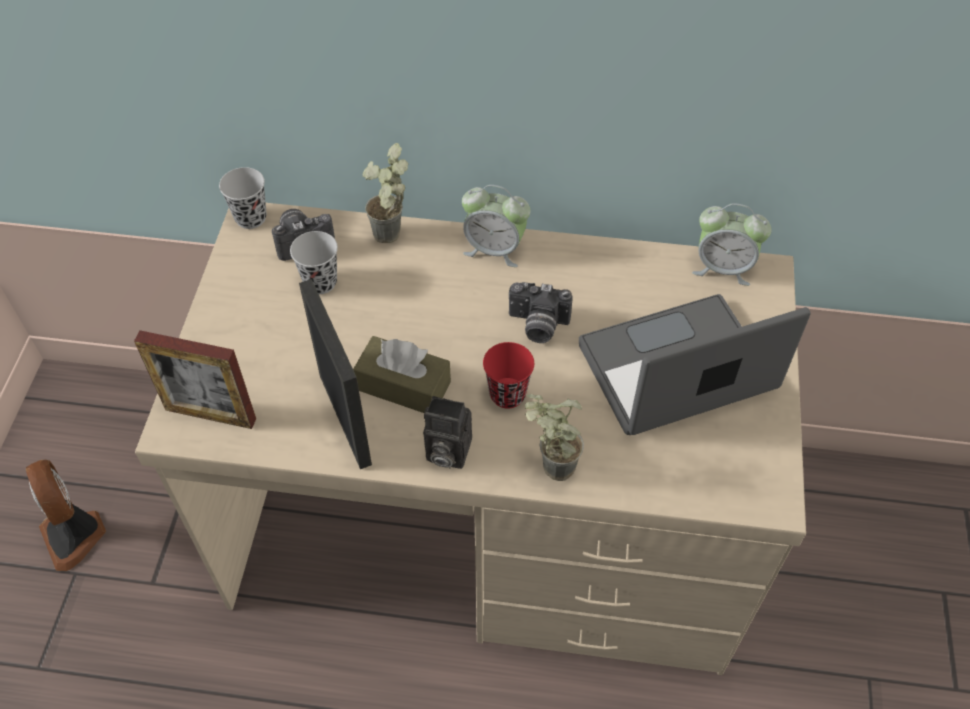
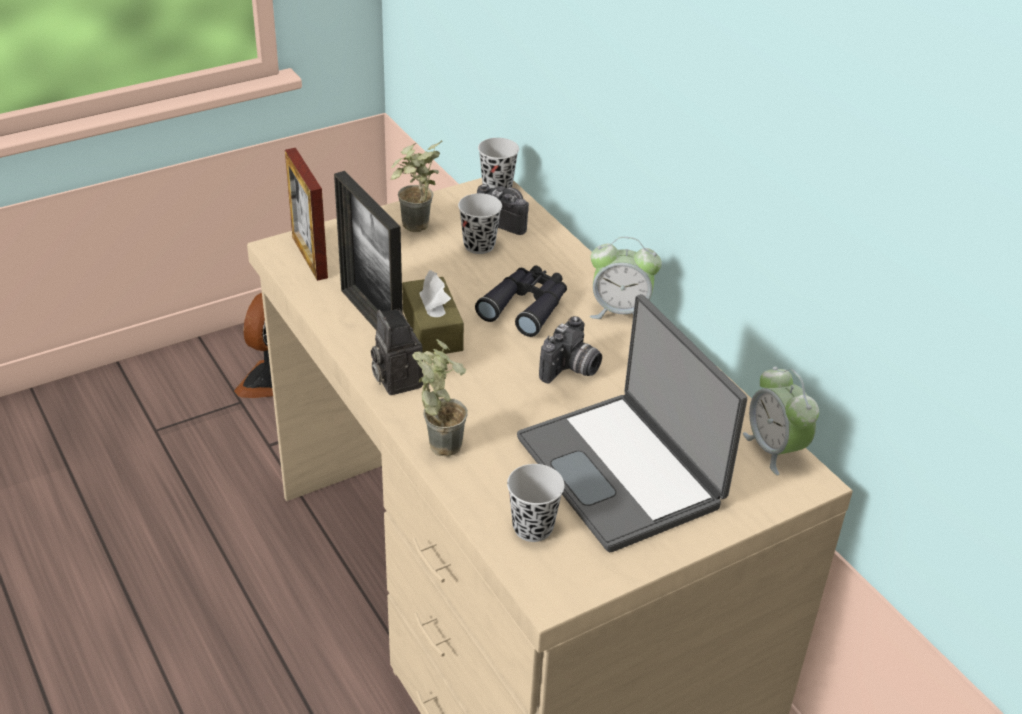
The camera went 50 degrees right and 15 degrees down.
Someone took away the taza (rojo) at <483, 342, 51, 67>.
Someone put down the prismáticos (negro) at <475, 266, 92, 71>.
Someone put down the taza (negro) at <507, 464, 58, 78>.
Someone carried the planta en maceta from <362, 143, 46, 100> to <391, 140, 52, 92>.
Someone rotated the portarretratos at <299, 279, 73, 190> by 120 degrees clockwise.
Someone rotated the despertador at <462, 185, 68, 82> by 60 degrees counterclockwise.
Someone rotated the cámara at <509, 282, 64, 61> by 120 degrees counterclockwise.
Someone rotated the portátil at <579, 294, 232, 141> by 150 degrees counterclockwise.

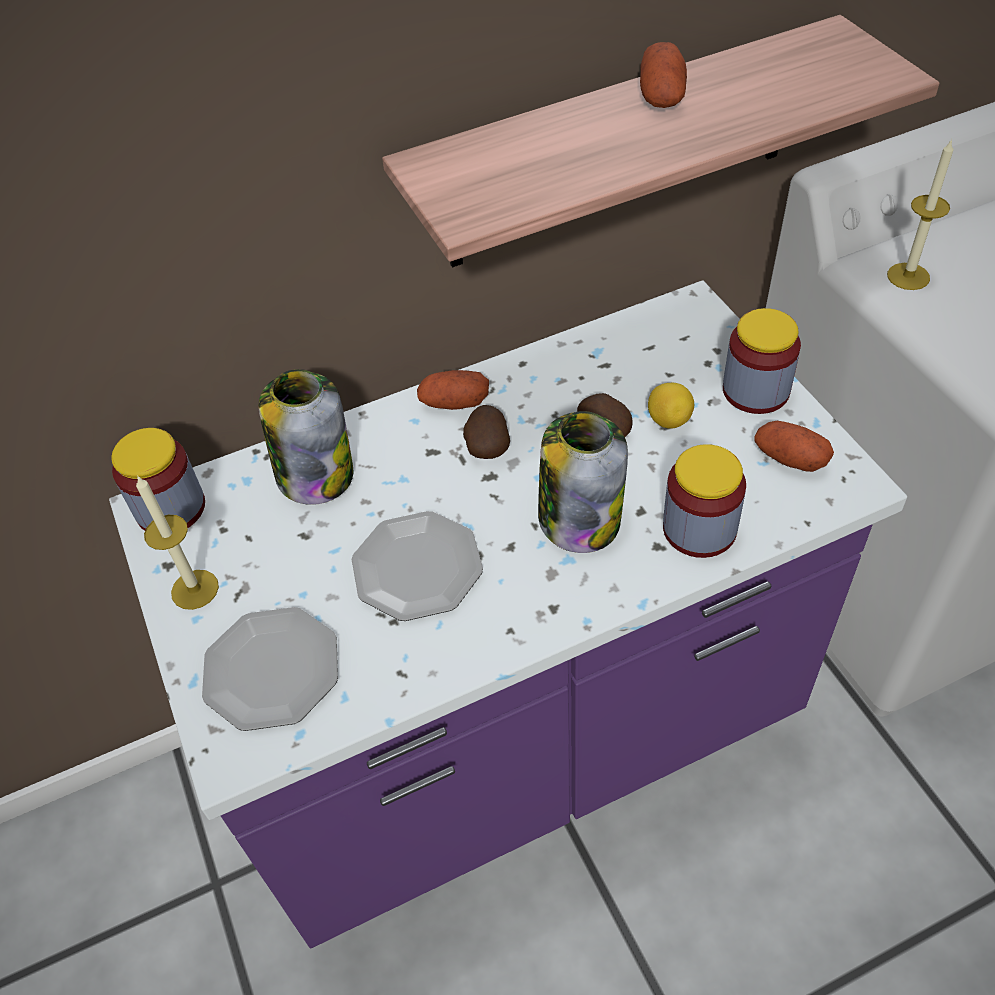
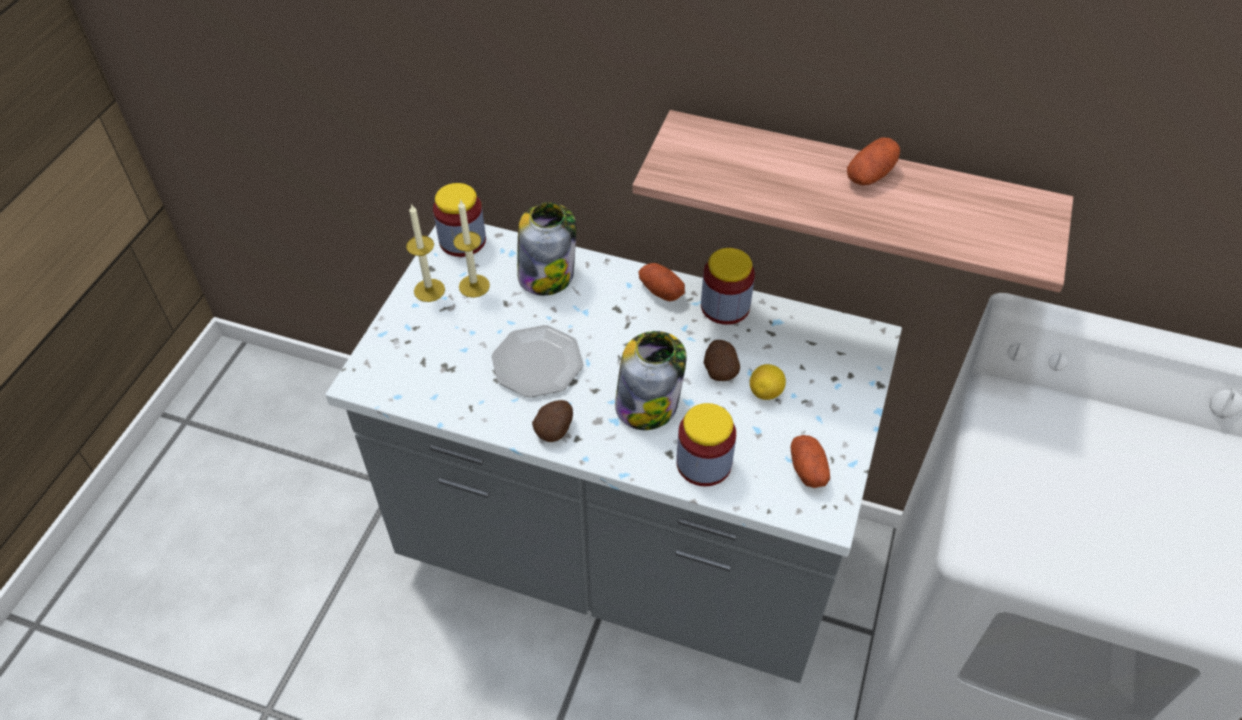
The camera went 40 degrees right and 0 degrees up.
Someone took away the plato at <202, 607, 136, 124>.
Someone carried the patata from <463, 405, 47, 54> to <532, 400, 41, 42>.
Someone carried the tarro from <723, 308, 78, 106> to <701, 248, 54, 77>.
Someone carried the vela from <887, 139, 66, 151> to <453, 200, 37, 98>.
Someone repainted the mueble bajo de cocina (morado) at <109, 280, 798, 669>, which became the mueble bajo de cocina (gris) at <325, 224, 577, 459>.

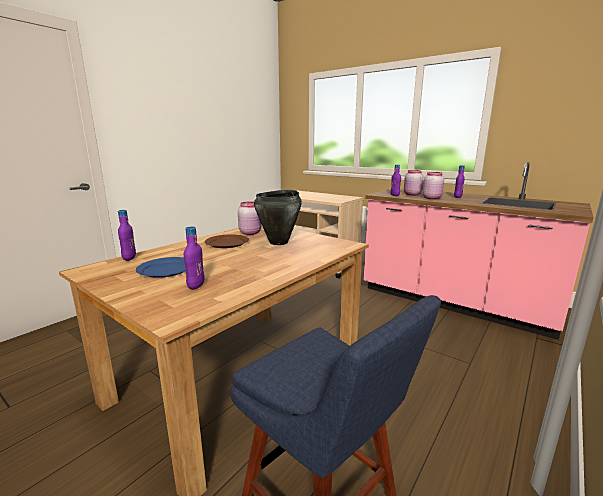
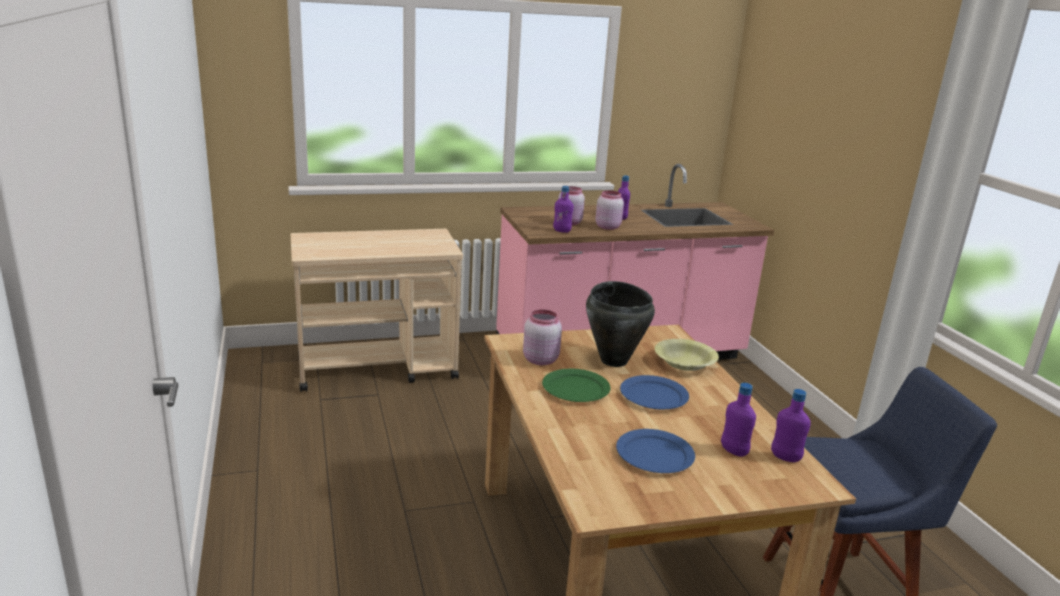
The camera went 55 degrees left and 5 degrees up.
Someone put down the plato (azul) at <620, 375, 69, 34>.
Someone put down the cuenco (amarillo) at <655, 339, 64, 32>.
Someone carried the botella (morado) from <118, 210, 18, 51> to <771, 389, 40, 73>.
Someone repainted the plato (marrón) at <205, 234, 44, 14>, which became the plato (verde) at <542, 369, 69, 33>.

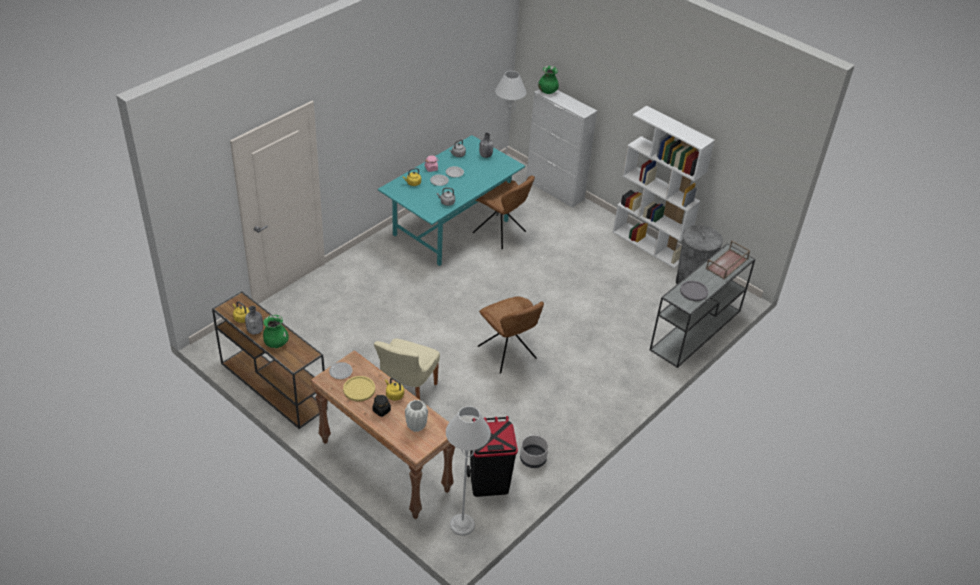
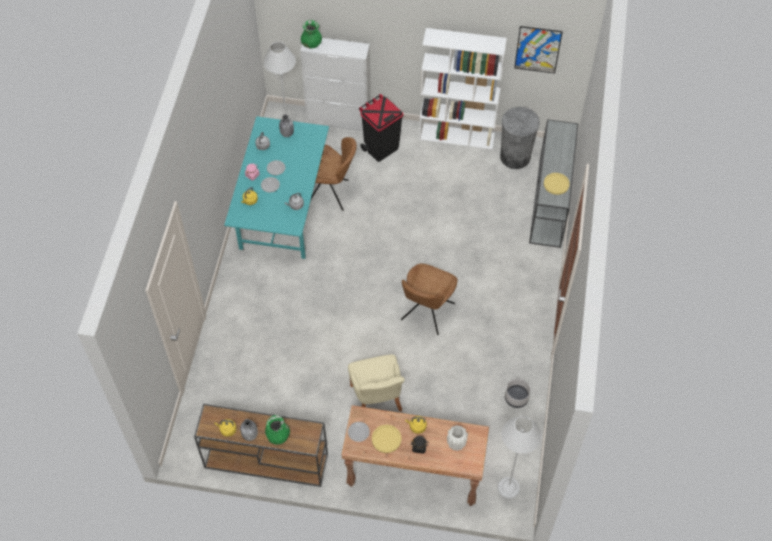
The camera went 30 degrees left and 15 degrees up.
Someone took away the bandeja (marrón) at <706, 241, 44, 38>.
Someone put up the cuadro at <514, 26, 49, 48>.
Someone carried the papelera (negro) from <467, 416, 51, 81> to <359, 94, 45, 68>.
Someone repainted the plato (gris) at <680, 281, 28, 20>, which became the plato (amarillo) at <544, 173, 26, 22>.
Someone rotated the silla (marrón) at <478, 296, 66, 78> by 90 degrees clockwise.

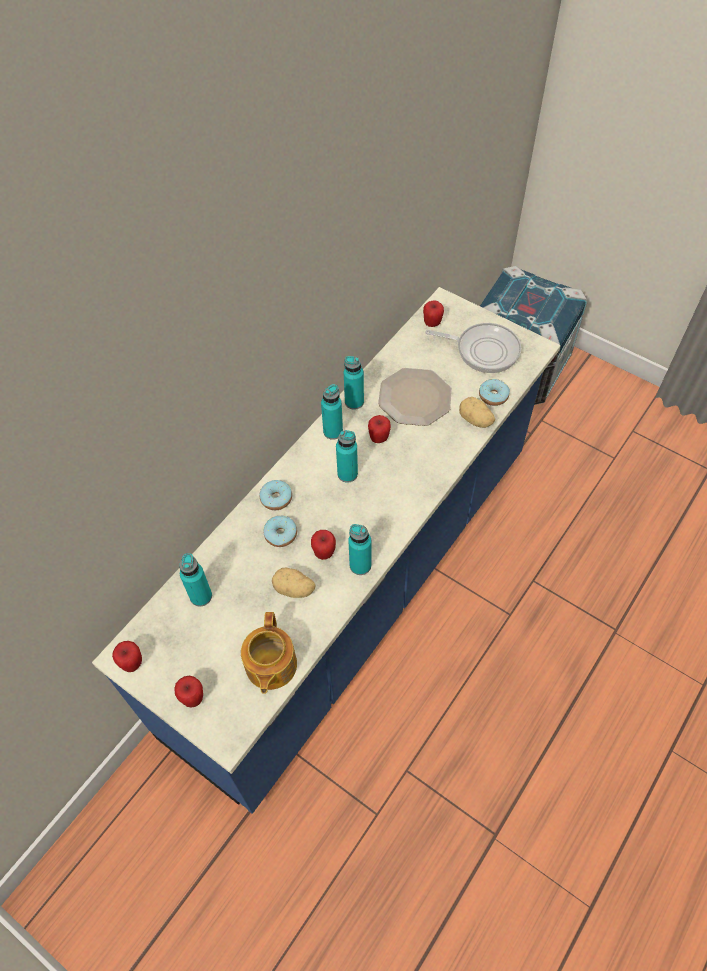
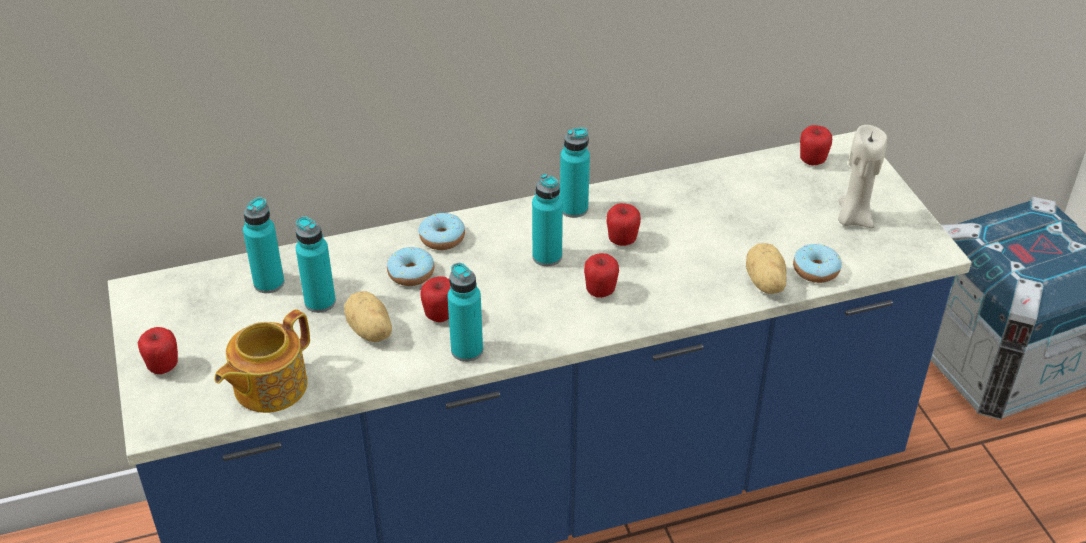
The camera went 35 degrees right and 15 degrees down.
Someone took away the plato at <378, 368, 74, 58>.
Someone carried the manzana from <112, 641, 30, 31> to <584, 253, 35, 45>.
Someone carried the botella (turquesa) from <344, 356, 20, 54> to <296, 216, 40, 97>.
Someone swapped the sartén at <426, 323, 95, 50> for the vela (beis) at <838, 125, 49, 103>.

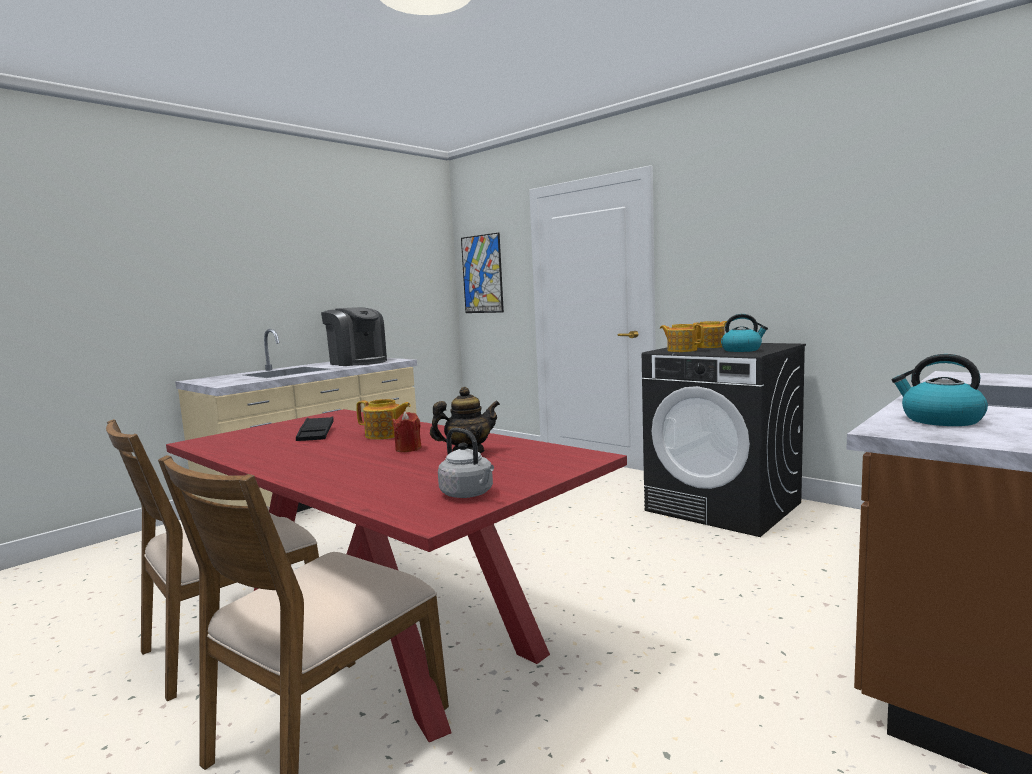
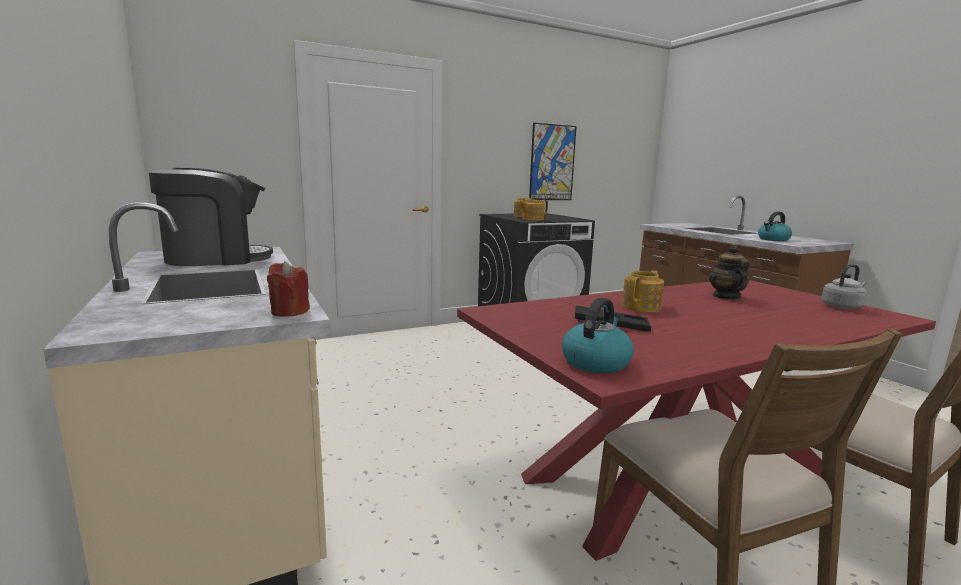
The camera went 70 degrees left and 5 degrees up.
Someone carried the vela (rojo) from <392, 411, 30, 41> to <267, 261, 43, 56>.
Someone carried the cuadro from <461, 232, 43, 81> to <529, 123, 48, 77>.
Someone carried the hervidor from <721, 314, 47, 38> to <562, 298, 72, 75>.

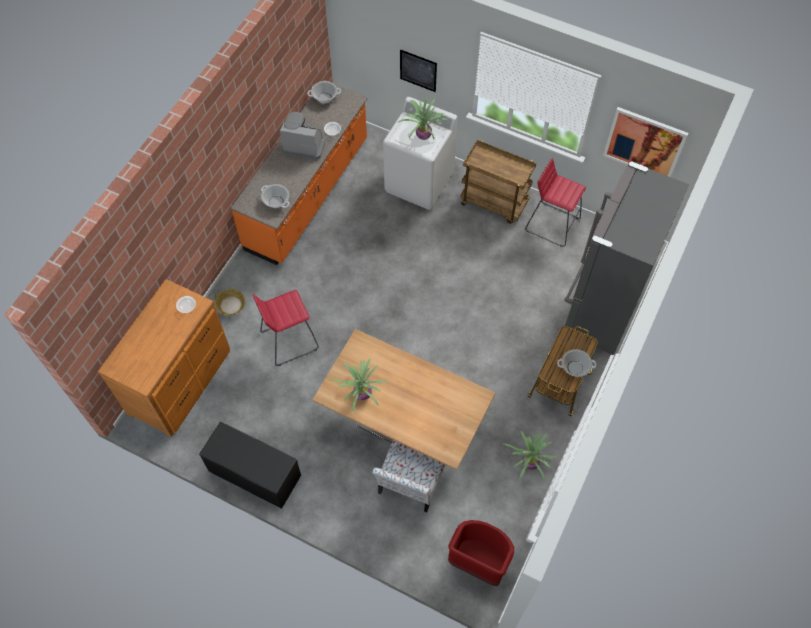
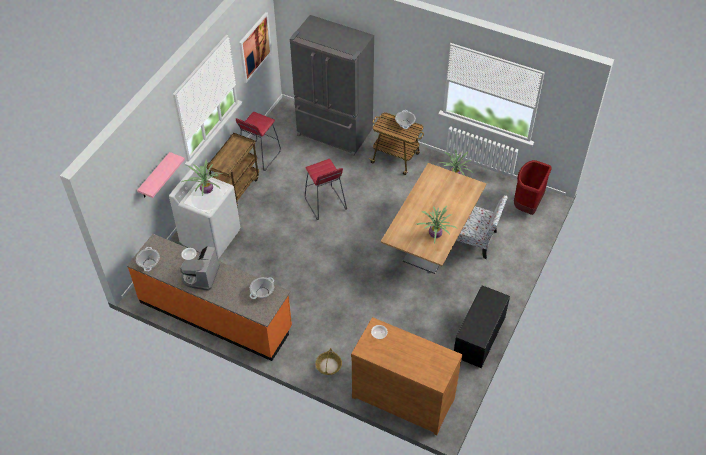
The camera went 90 degrees left and 10 degrees down.
Someone carried the taburete (rojo) from <252, 290, 67, 76> to <305, 159, 42, 61>.
Someone swapped the cuadro at <400, 49, 37, 43> for the estante (rosa) at <137, 152, 48, 46>.

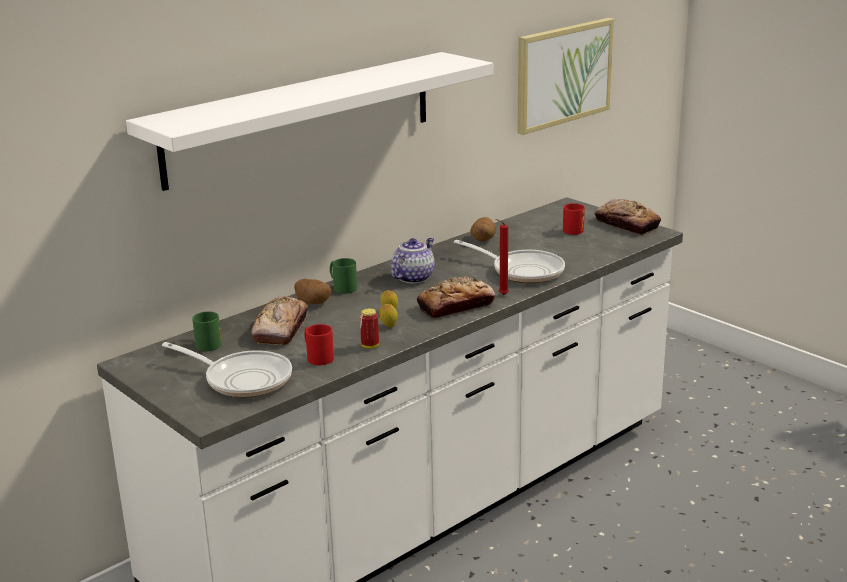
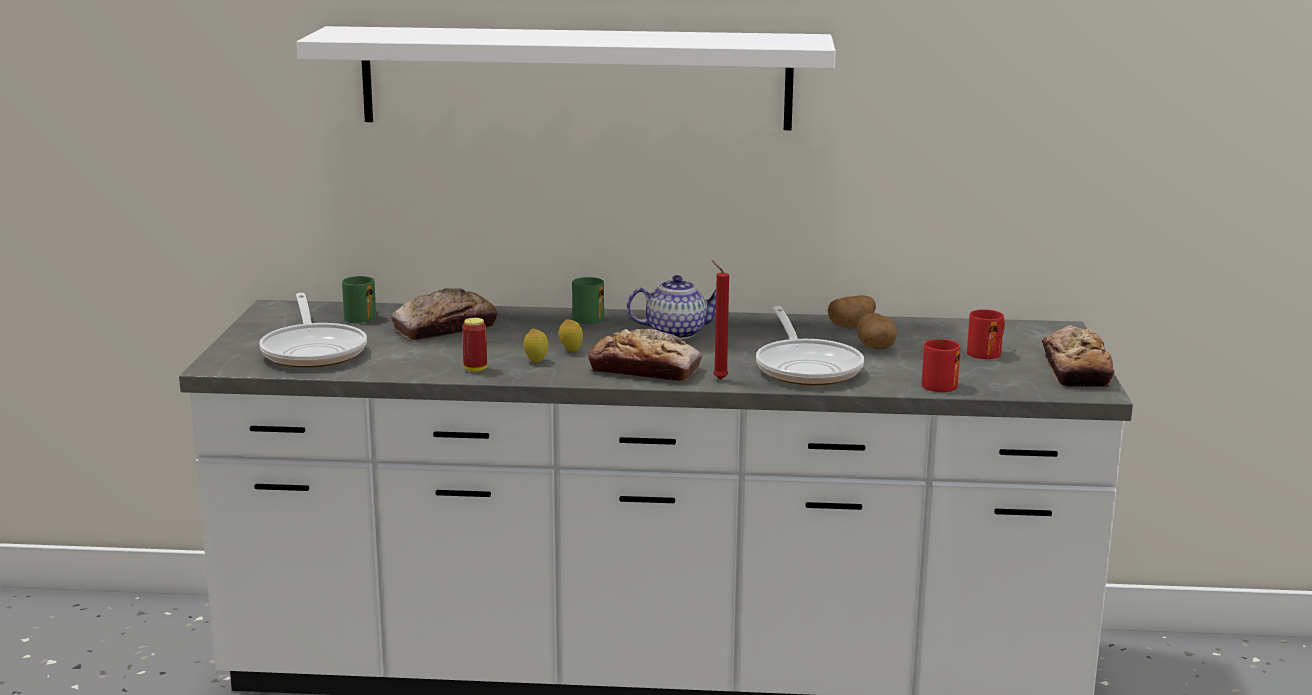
The camera went 45 degrees right and 5 degrees down.
Someone took away the cuadro at <517, 18, 97, 117>.
Someone carried the patata from <294, 279, 37, 25> to <857, 313, 40, 37>.
Someone carried the taza grande (rojo) from <304, 324, 30, 41> to <922, 339, 38, 53>.

